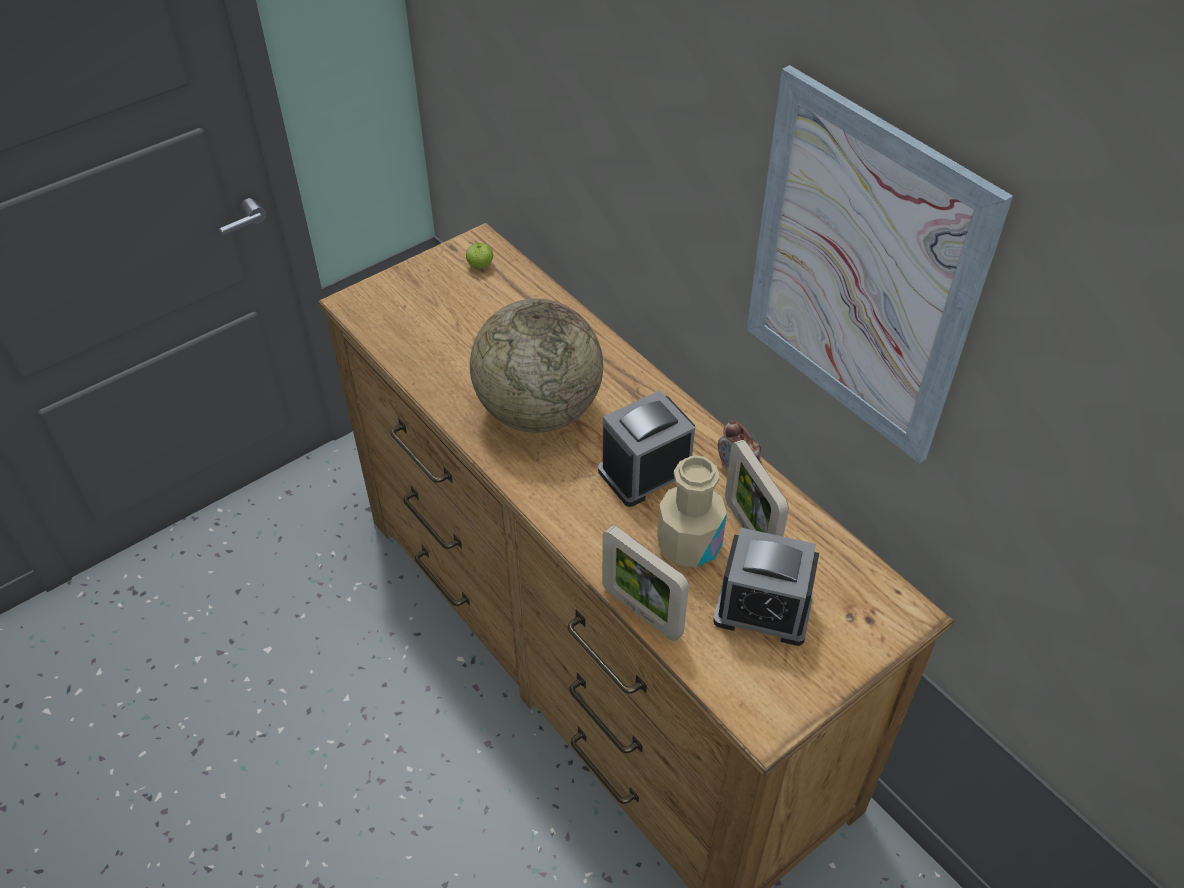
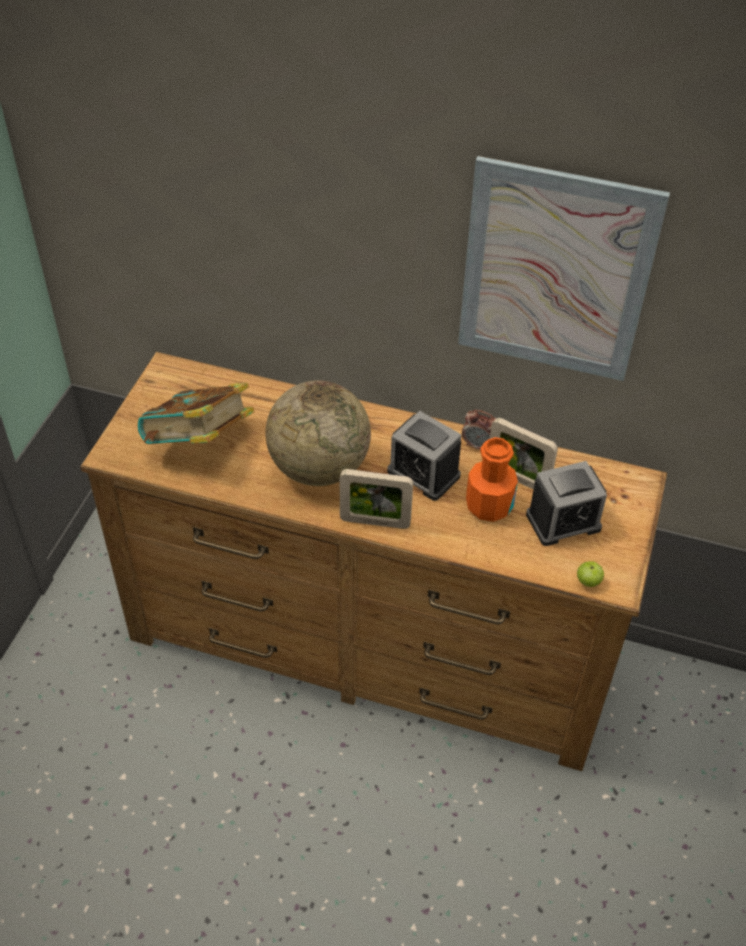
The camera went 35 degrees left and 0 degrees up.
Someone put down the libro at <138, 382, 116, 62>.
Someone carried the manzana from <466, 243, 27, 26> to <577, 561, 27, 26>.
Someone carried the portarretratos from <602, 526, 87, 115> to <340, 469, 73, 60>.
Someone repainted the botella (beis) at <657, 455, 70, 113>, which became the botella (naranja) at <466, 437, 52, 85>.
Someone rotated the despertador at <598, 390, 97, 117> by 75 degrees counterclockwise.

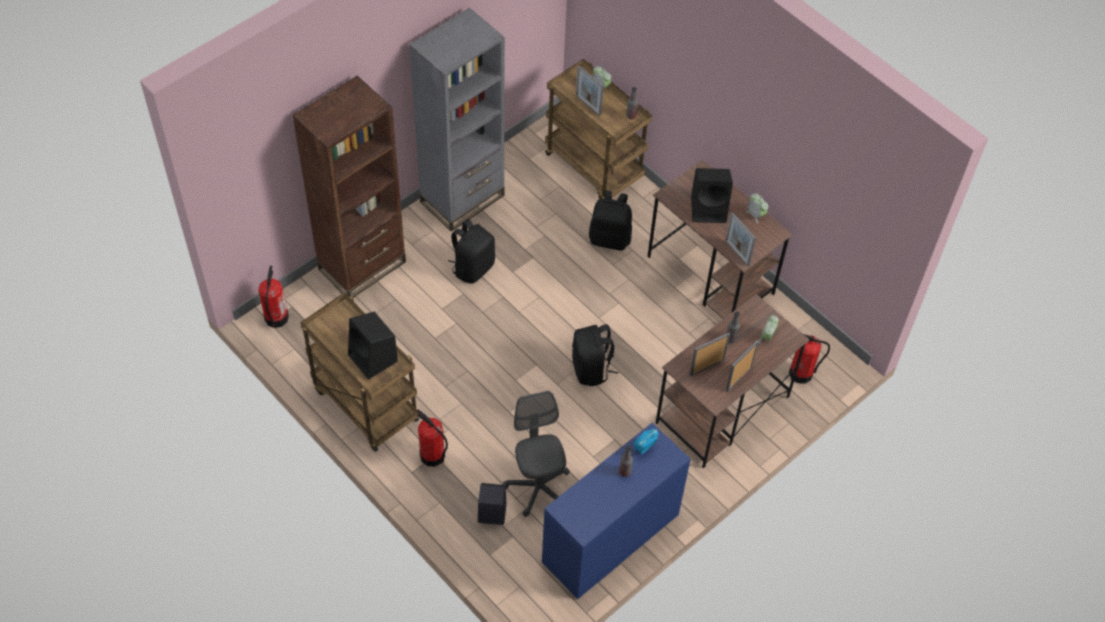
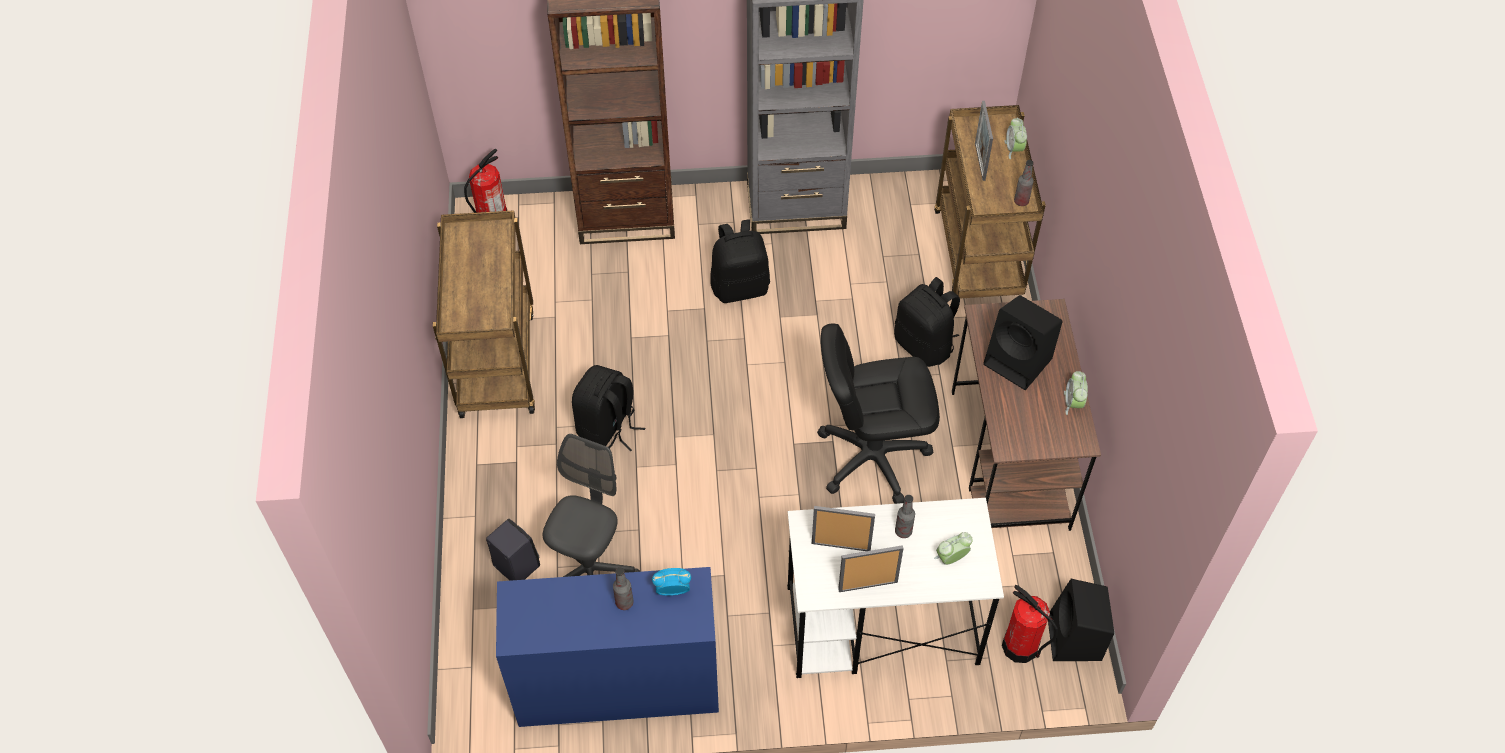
The camera went 40 degrees right and 0 degrees up.
Someone took away the extintor at <416, 409, 32, 58>.
Someone took away the portarretratos at <725, 212, 31, 54>.
Someone put down the silla de oficina (negro) at <817, 323, 123, 181>.
Someone carried the altavoz (negro) from <348, 312, 50, 68> to <1048, 579, 66, 82>.
Someone carried the mochila (negro) from <572, 324, 46, 62> to <572, 365, 73, 87>.
Someone repainted the escritorio (marrón) at <655, 294, 154, 174>, which became the escritorio (blanco) at <787, 498, 217, 180>.

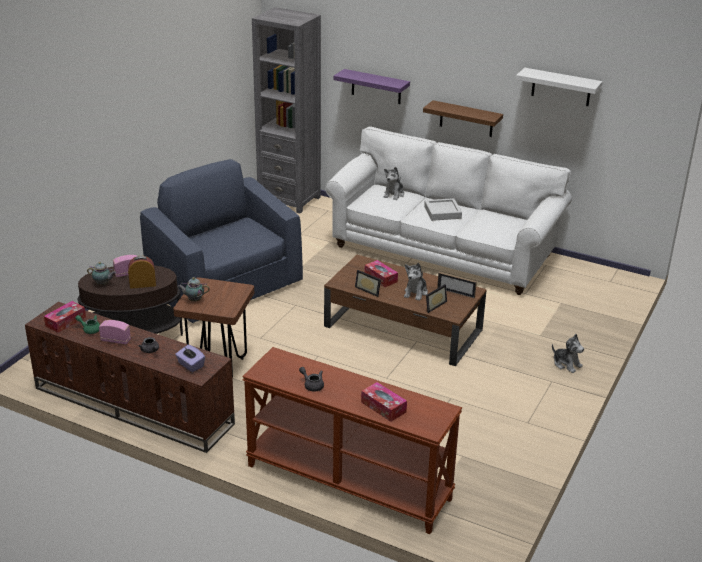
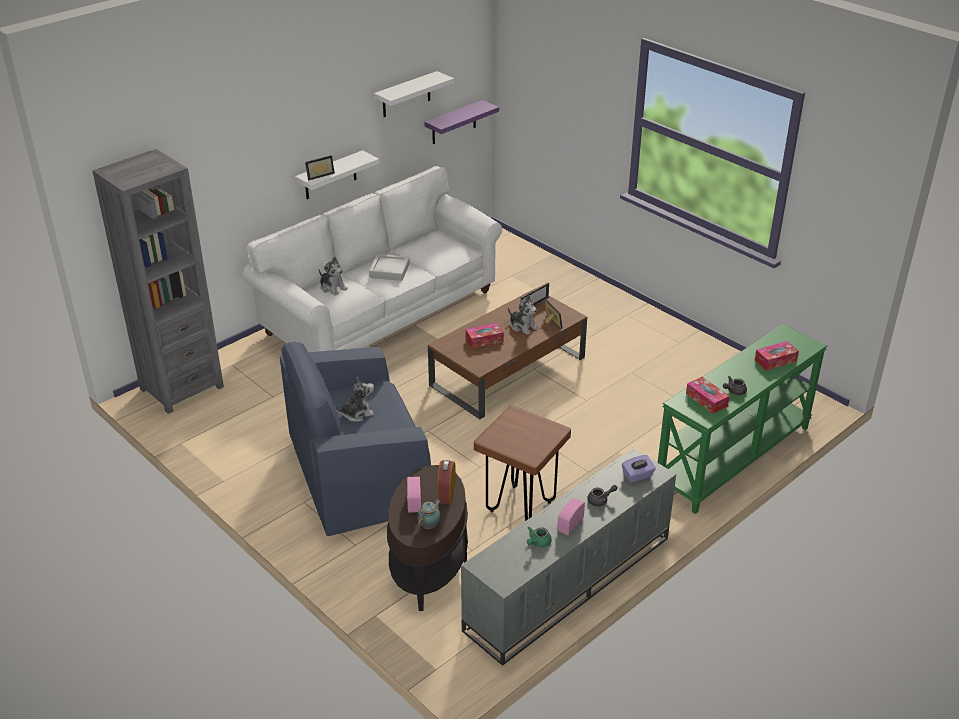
The camera went 70 degrees left and 5 degrees up.
Someone took away the tetera at <178, 277, 32, 24>.
Someone carried the caja de pañuelos from <44, 301, 42, 32> to <686, 377, 44, 37>.
Someone carried the estante (morado) from <333, 69, 77, 35> to <424, 100, 75, 44>.
Someone carried the portarretratos from <355, 270, 26, 27> to <305, 155, 30, 25>.
Someone carried the peluche from <552, 334, 32, 39> to <335, 377, 39, 45>.
Someone repainted the mueble de televisión (marrón) at <25, 302, 210, 151>, which became the mueble de televisión (gris) at <461, 448, 215, 218>.
Someone repainted the mesa consola (marrón) at <242, 347, 220, 187>, which became the mesa consola (verde) at <658, 324, 169, 190>.
Someone repainted the estante (marrón) at <423, 100, 80, 37>, which became the estante (blanco) at <295, 150, 84, 49>.

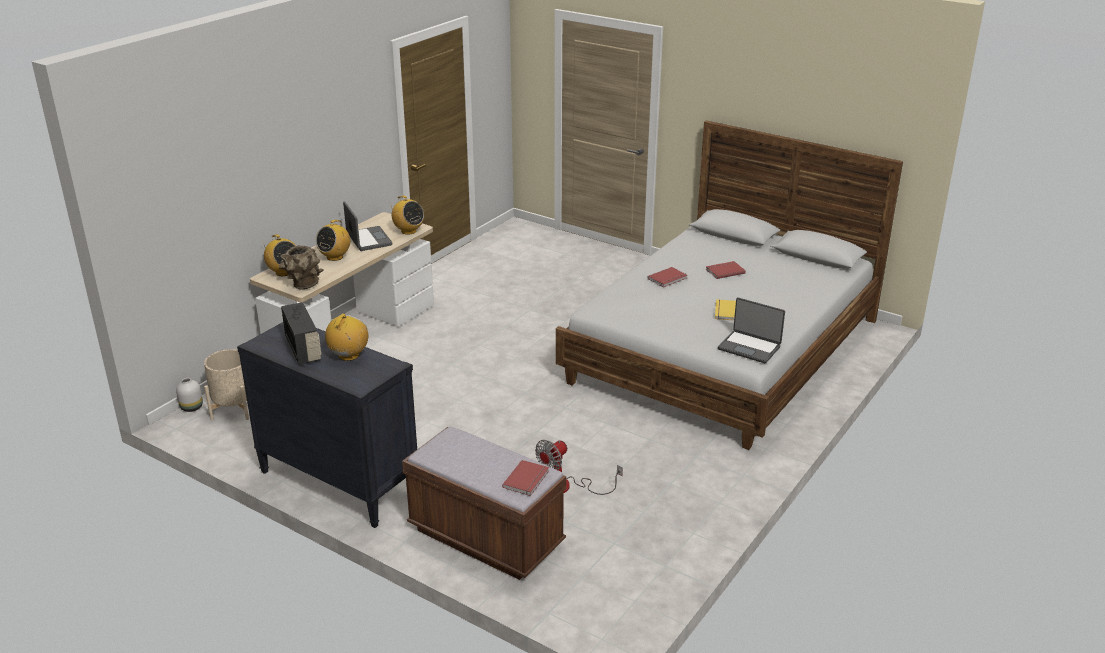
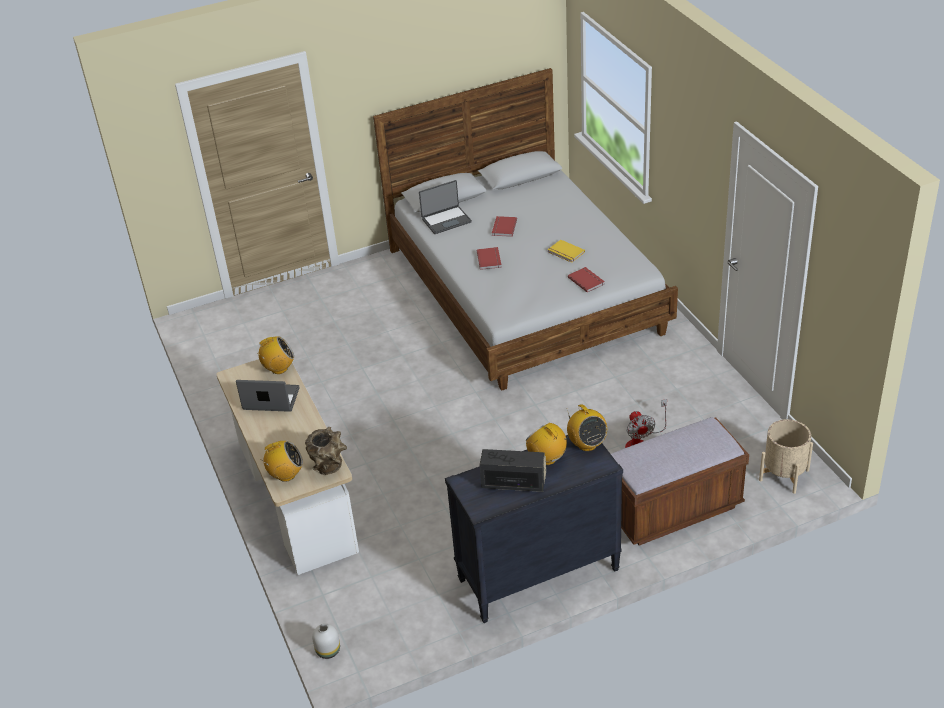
The camera went 55 degrees left and 10 degrees up.
Someone carried the maceta (beis) from <204, 349, 45, 71> to <759, 419, 54, 75>.
Someone carried the radio from <316, 220, 34, 41> to <567, 404, 40, 47>.
Someone carried the libro (rojo) from <502, 460, 47, 36> to <568, 267, 37, 25>.
Someone carried the portátil from <718, 297, 67, 66> to <419, 180, 53, 54>.

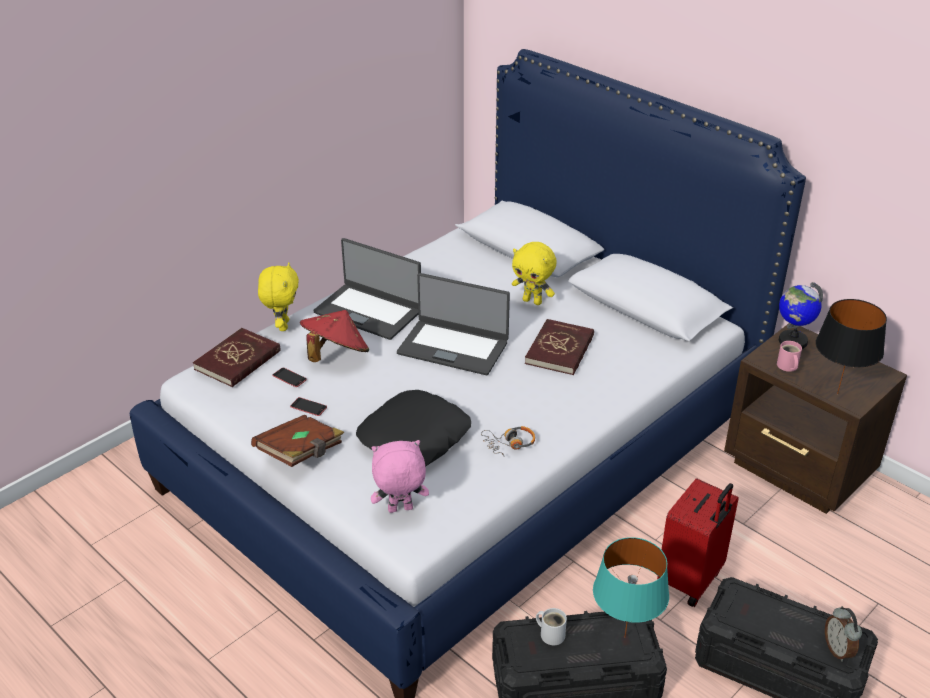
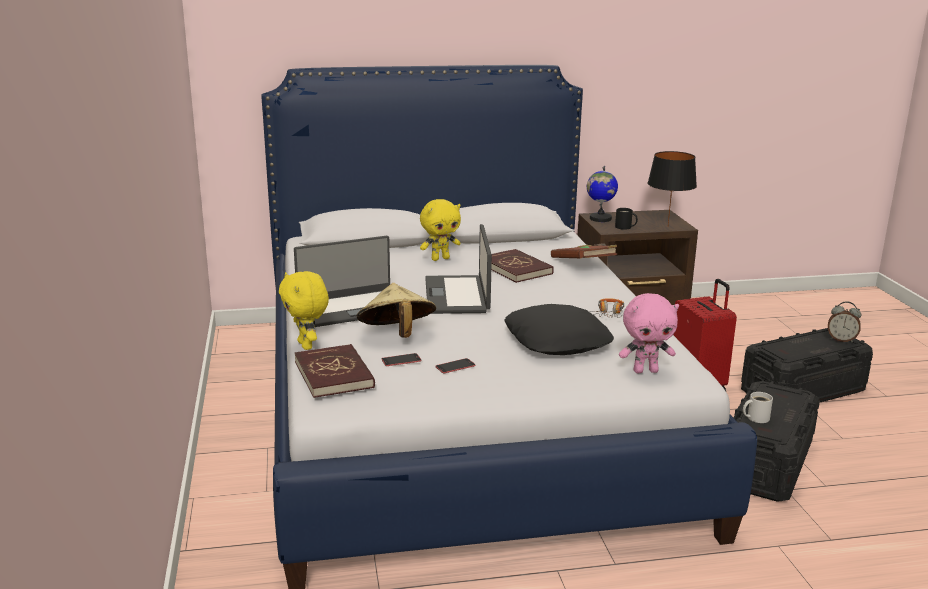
The camera went 55 degrees left and 15 degrees down.
Someone took away the lámpara de mesa (turquesa) at <593, 537, 76, 100>.
Someone carried the libro (marrón) from <251, 415, 93, 52> to <551, 244, 66, 14>.
Someone repainted the sombrero (rojo) at <300, 310, 69, 52>, which became the sombrero (beis) at <357, 283, 79, 55>.
Someone repainted the taza grande (rosa) at <777, 341, 25, 31>, which became the taza grande (negro) at <615, 208, 23, 22>.
Someone rotated the peluche (amarillo) at <258, 262, 41, 69> by 150 degrees counterclockwise.
Someone rotated the peluche (rosa) at <371, 440, 58, 73> by 120 degrees counterclockwise.
Someone rotated the portátil at <397, 273, 113, 102> by 120 degrees clockwise.

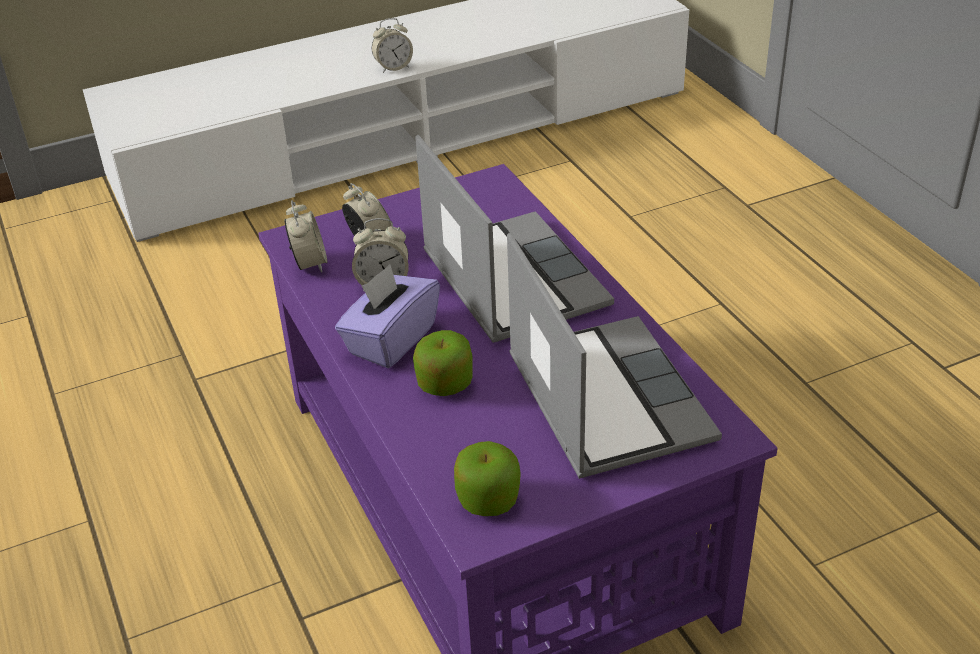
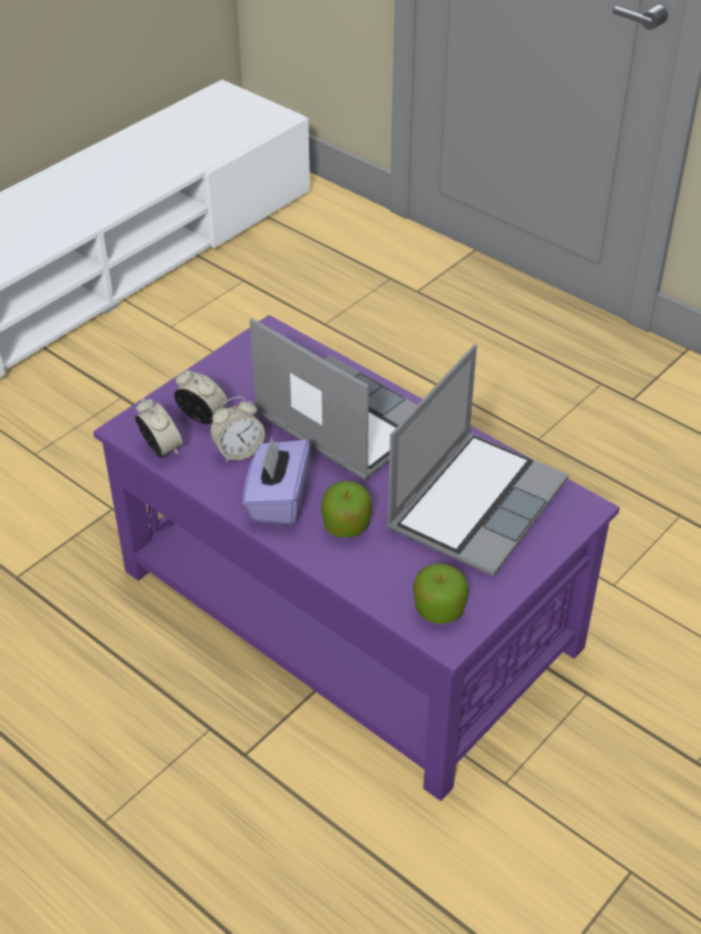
The camera went 25 degrees left and 5 degrees up.
Someone took away the despertador at <372, 18, 41, 55>.
Someone rotated the portátil at <507, 233, 215, 246> by 75 degrees clockwise.

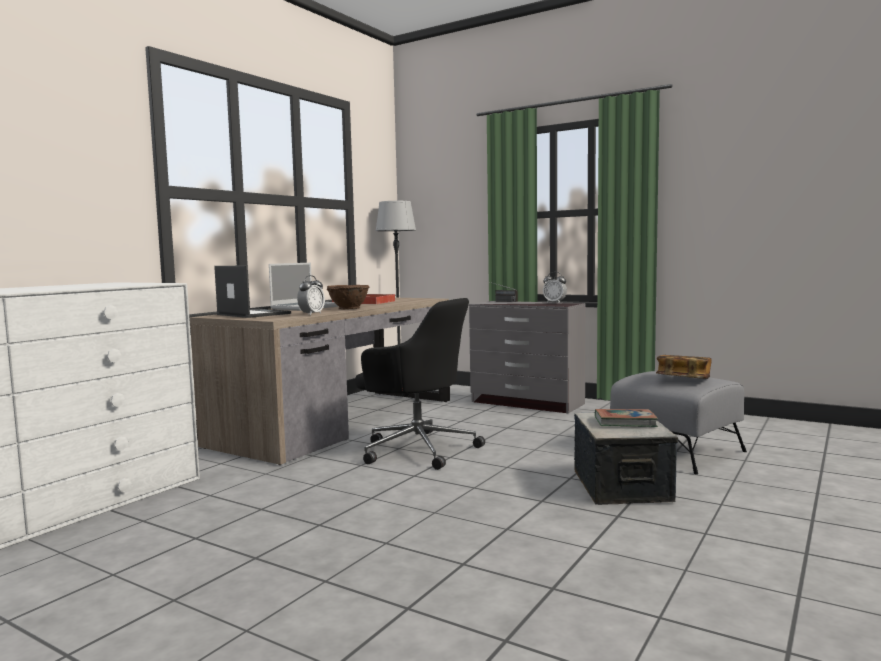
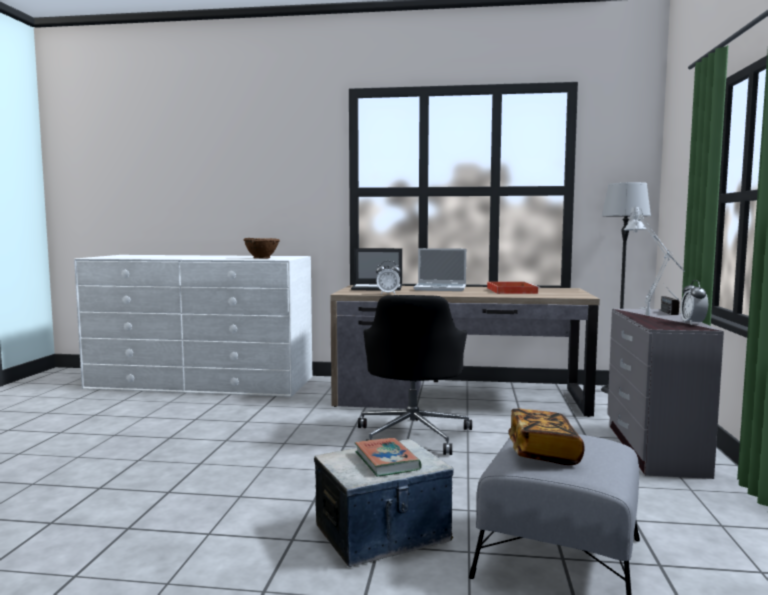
The camera went 65 degrees right and 0 degrees up.
Someone put down the lámpara de mesa (gris) at <624, 205, 61, 111>.
Someone carried the cuenco (marrón) from <327, 285, 42, 24> to <244, 238, 36, 21>.
Someone rotated the portátil at <214, 266, 77, 52> by 75 degrees clockwise.

